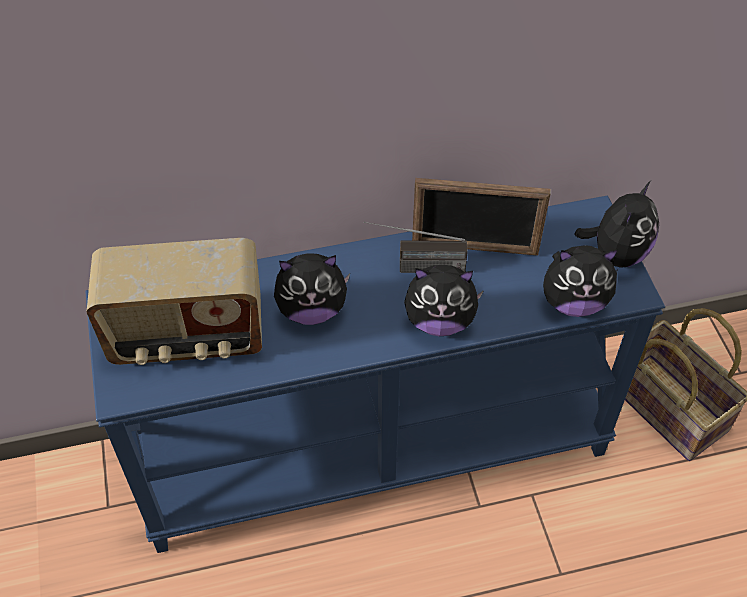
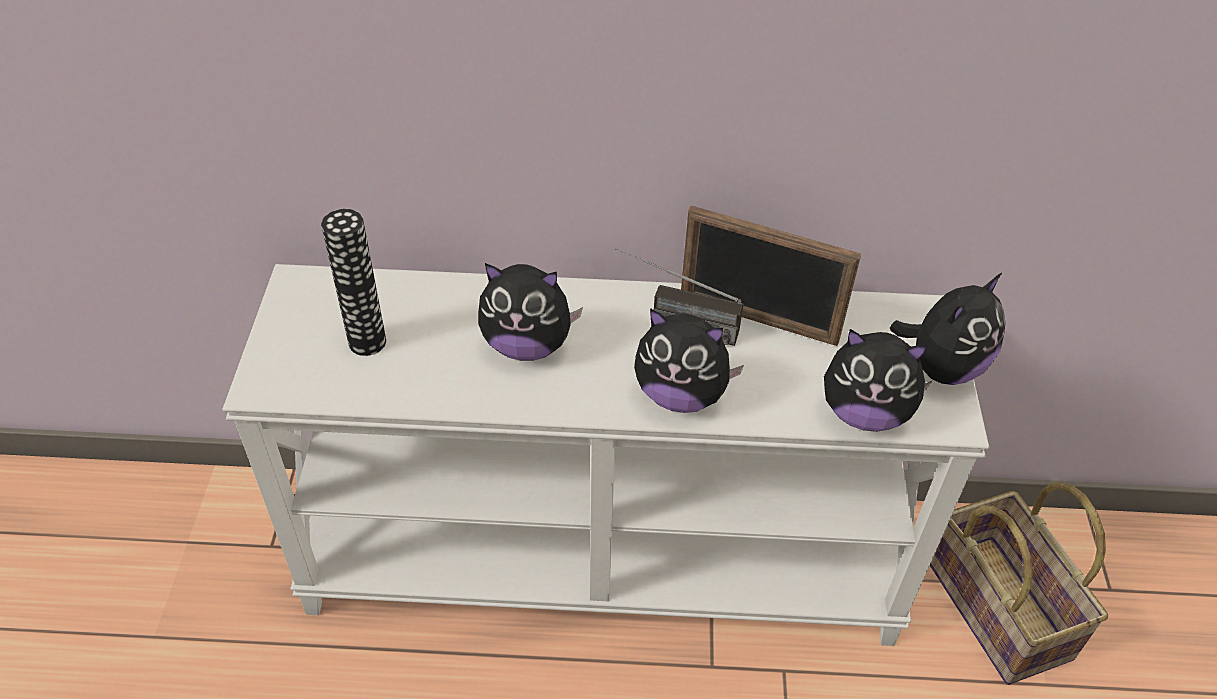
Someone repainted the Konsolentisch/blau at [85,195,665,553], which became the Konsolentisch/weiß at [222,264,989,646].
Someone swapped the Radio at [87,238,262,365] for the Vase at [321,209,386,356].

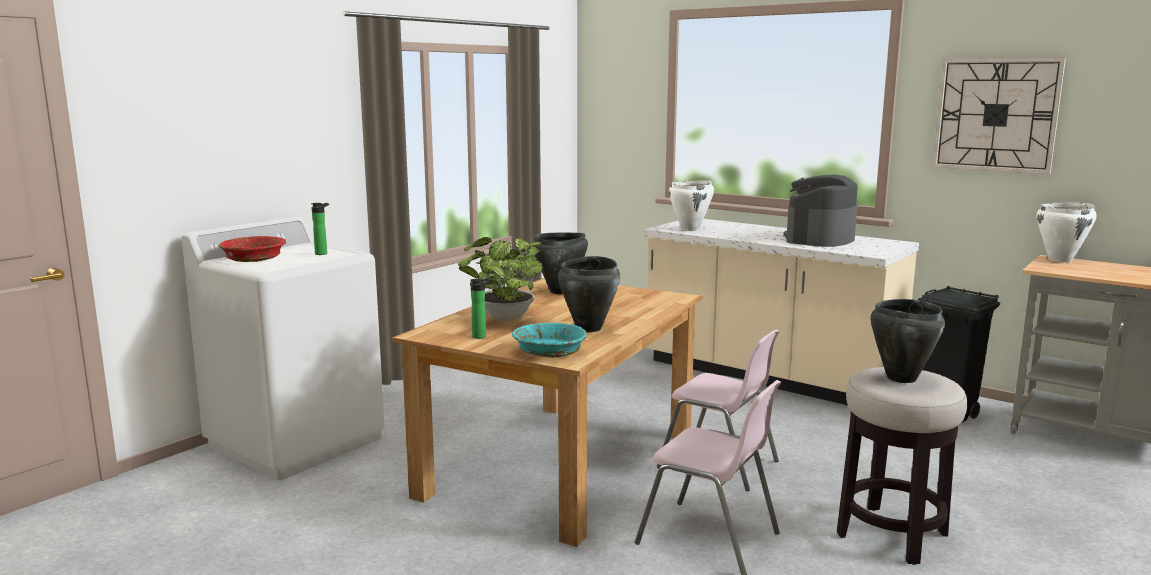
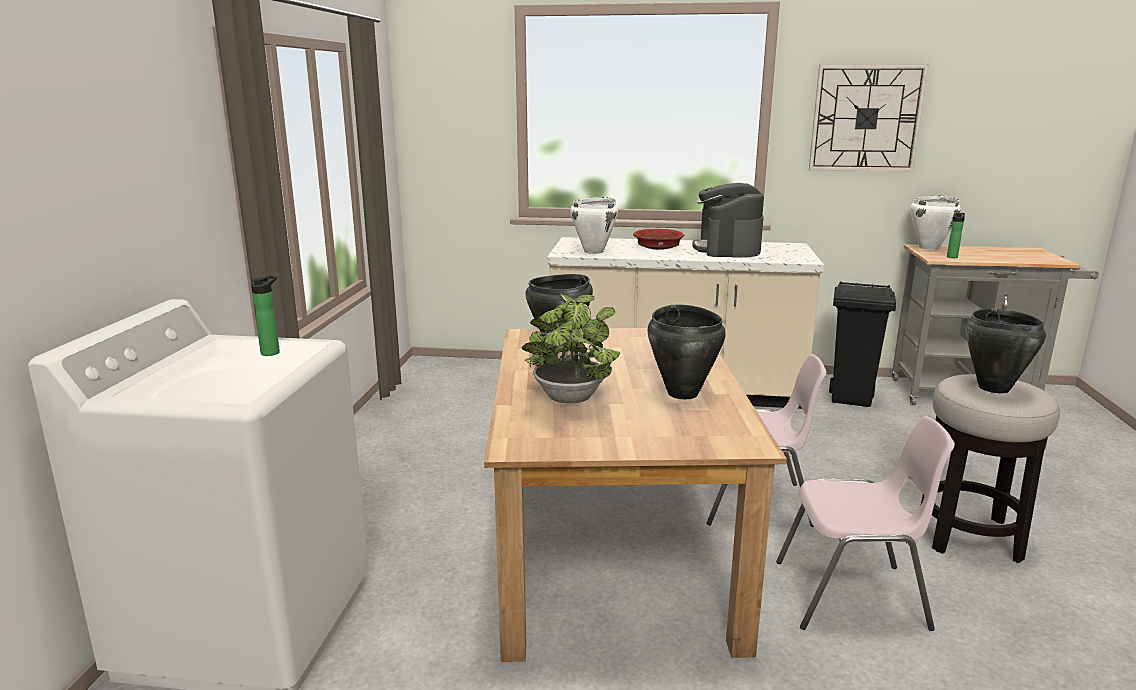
Someone carried the Schüssel/rot from [219,236,286,262] to [633,229,684,250].
Someone carried the Flasche from [470,278,491,339] to [947,213,965,258].
Someone took away the Schüssel/türkis at [512,323,587,358].

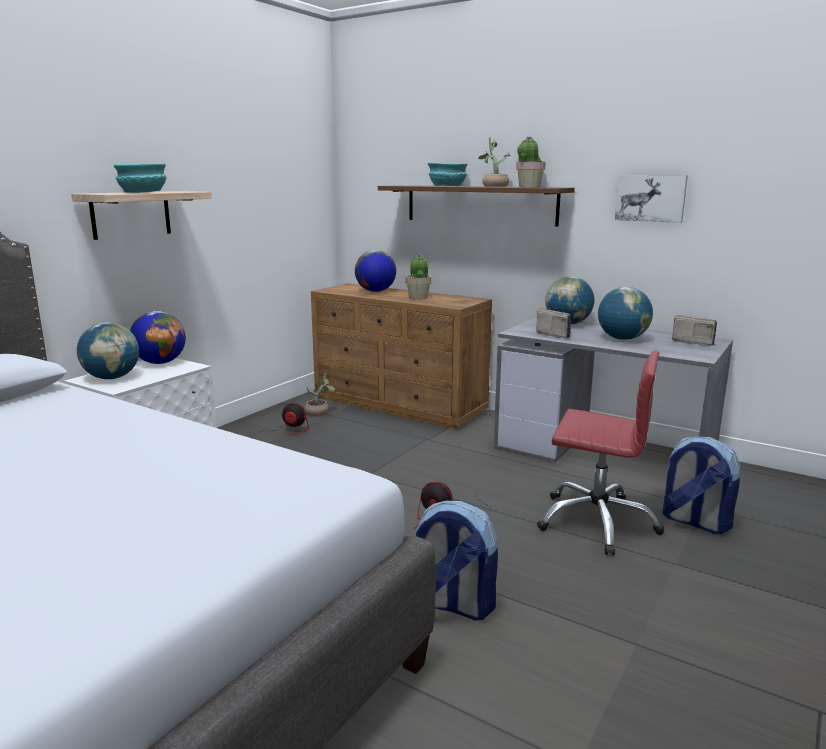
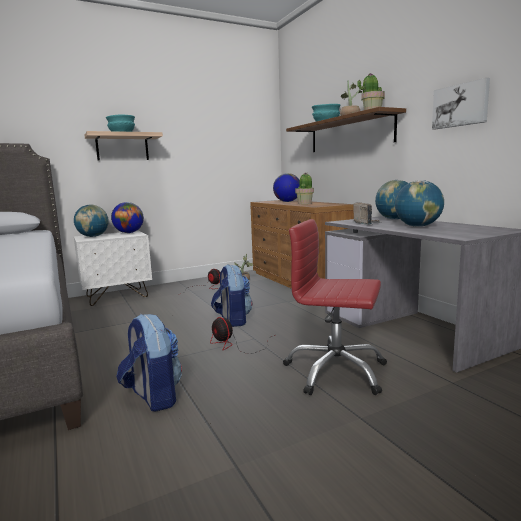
Someone rotated the Bürostuhl/rot at [537,351,664,555] by 150 degrees clockwise.
Someone carried the Rucksack from [662,436,740,534] to [211,264,252,327].
Someone took away the Radio at [672,315,717,346].

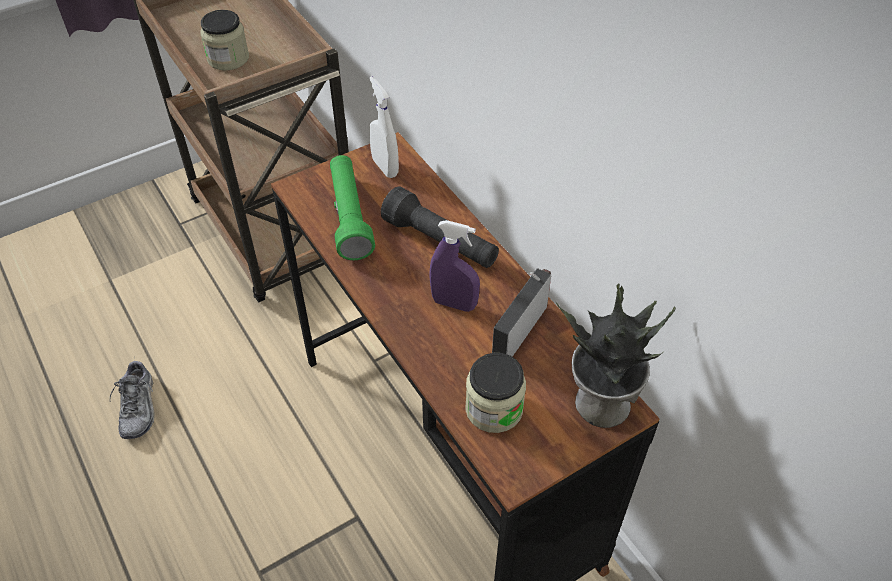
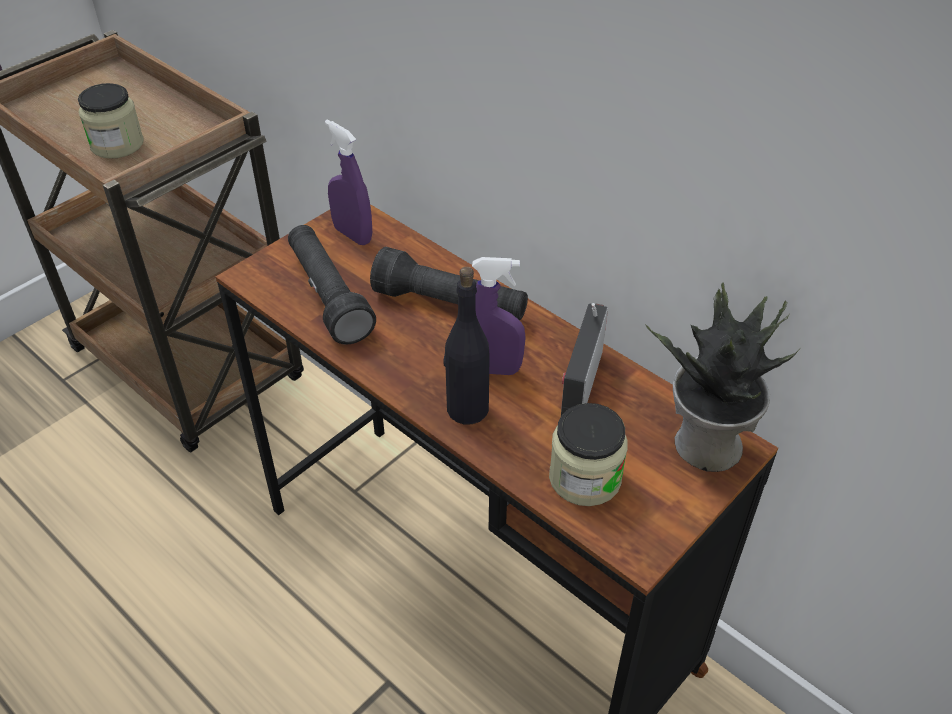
Someone took away the Schuh at [110,358,155,439].
Someone repainted the Taschenlampe/grün at [330,155,375,260], which became the Taschenlampe/schwarz at [288,225,376,345].
Someone repainted the Sprühflasche/weiß at [369,76,399,178], which became the Sprühflasche/lila at [325,119,372,245].
Someone put down the Flasche/schwarz at [443,267,490,425].

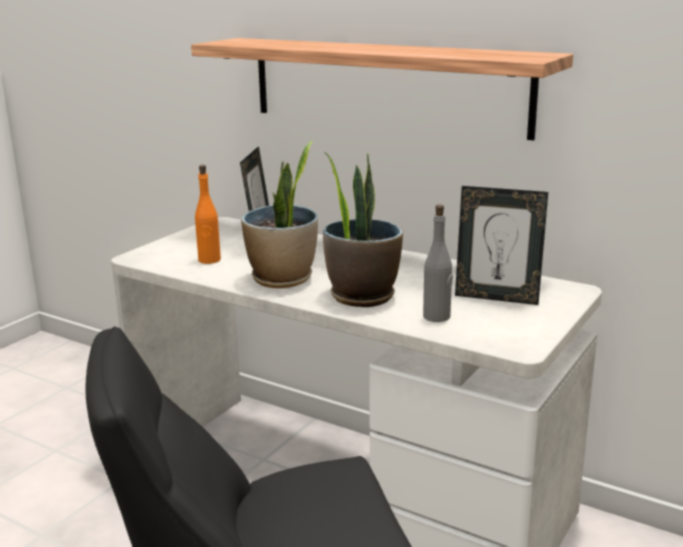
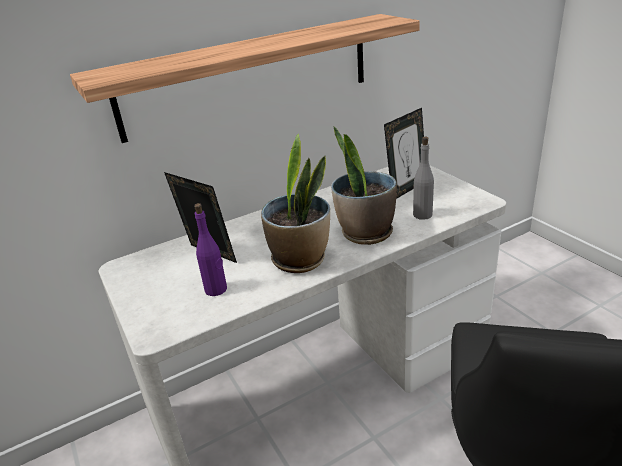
Someone repainted the Flasche/orange at [195,165,221,264], which became the Flasche/lila at [194,203,227,296].

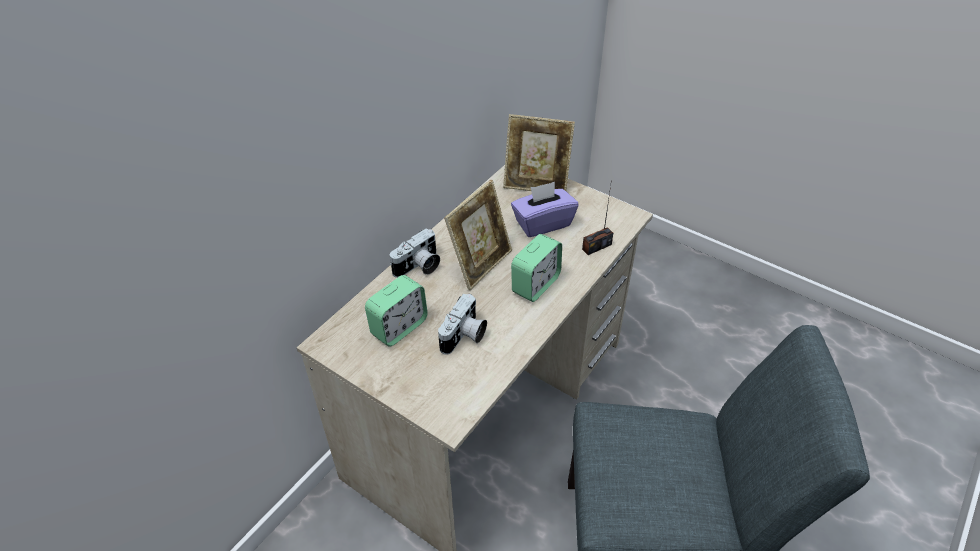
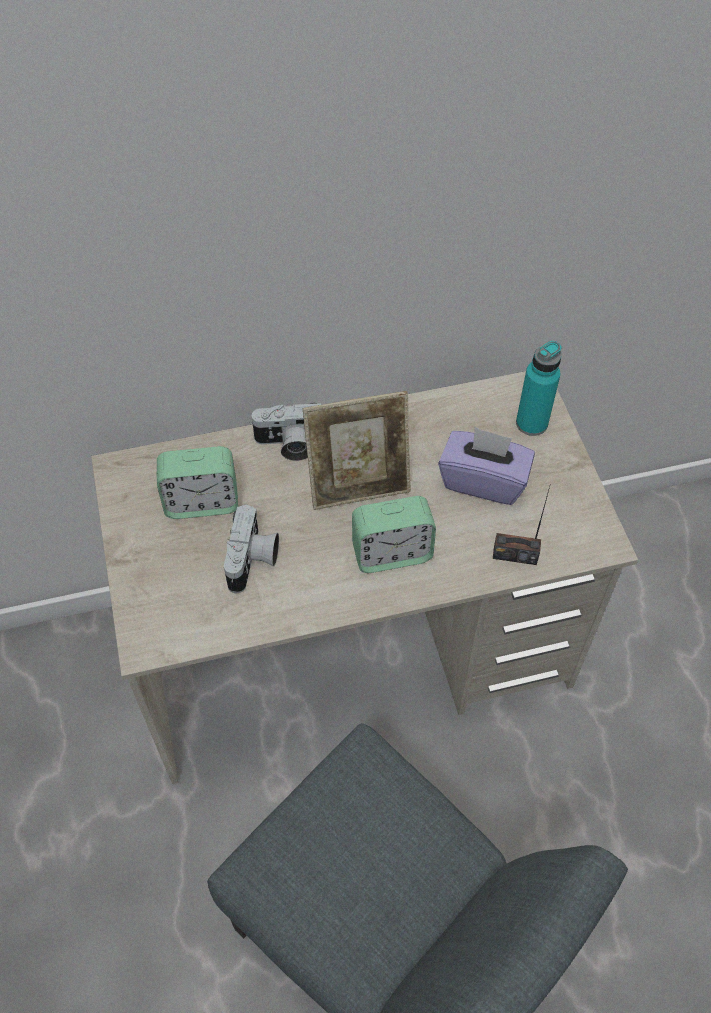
Someone rotated the Kamera at [438,294,487,355] by 60 degrees counterclockwise.
Someone swapped the Bilderrahmen at [503,114,575,191] for the Flasche/türkis at [516,341,561,436].

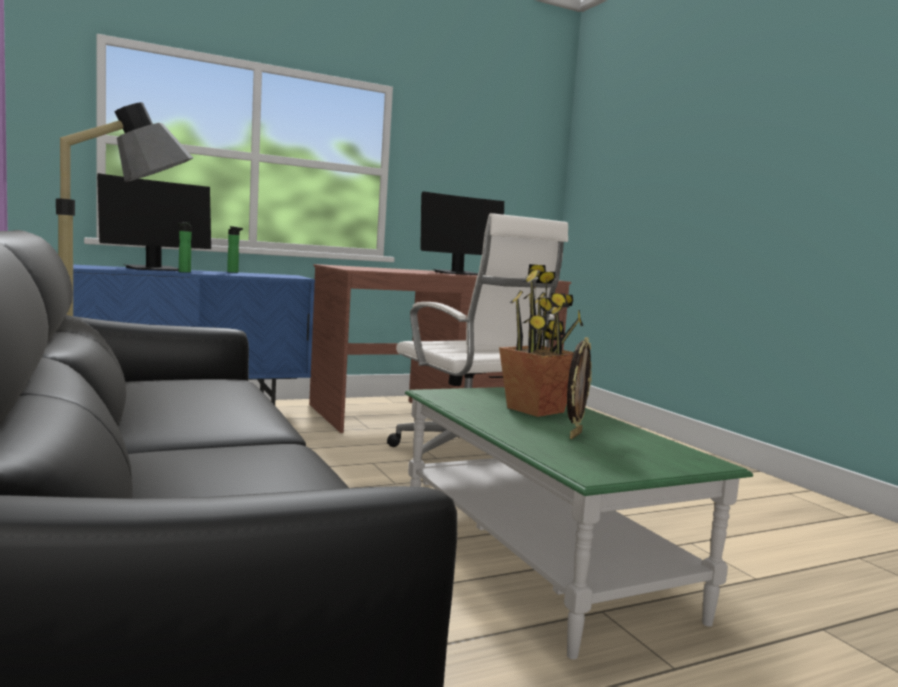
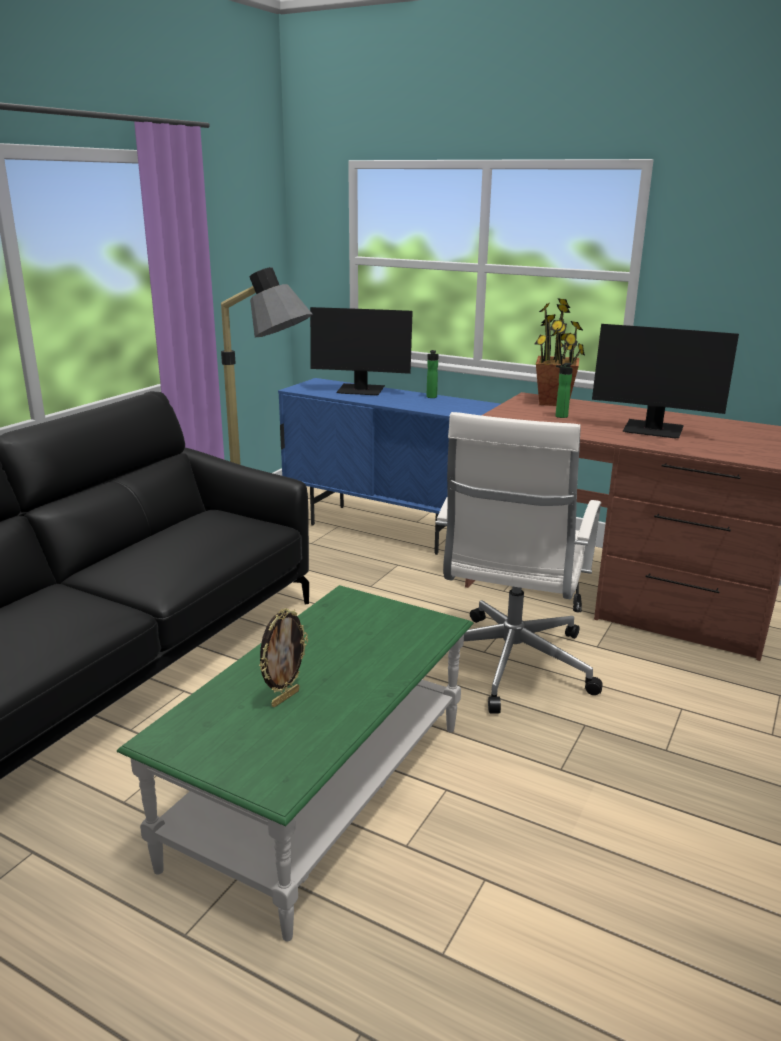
Someone carried the Flasche from [178,222,192,273] to [556,363,573,418].
Someone carried the Topfpflanze from [499,264,583,417] to [535,298,585,406].
Someone rotated the Bilderrahmen at [567,337,592,439] by 45 degrees counterclockwise.

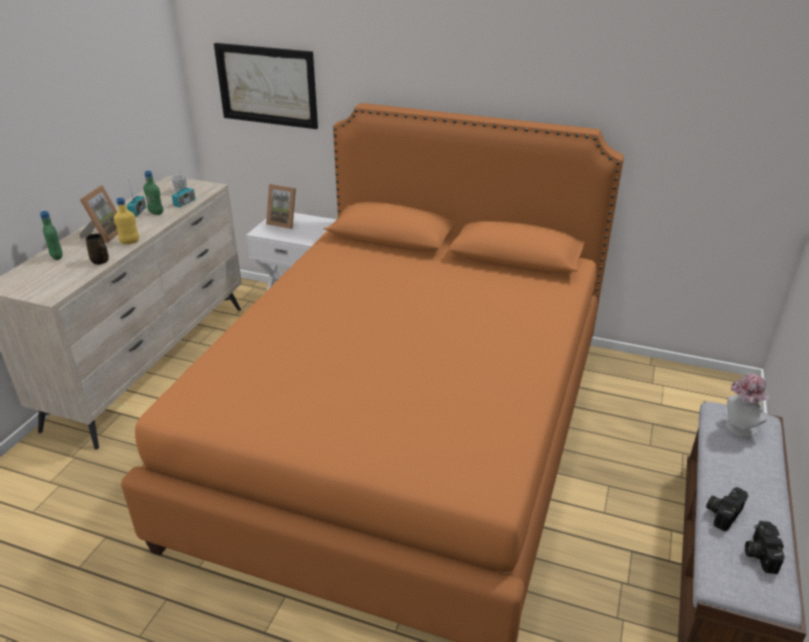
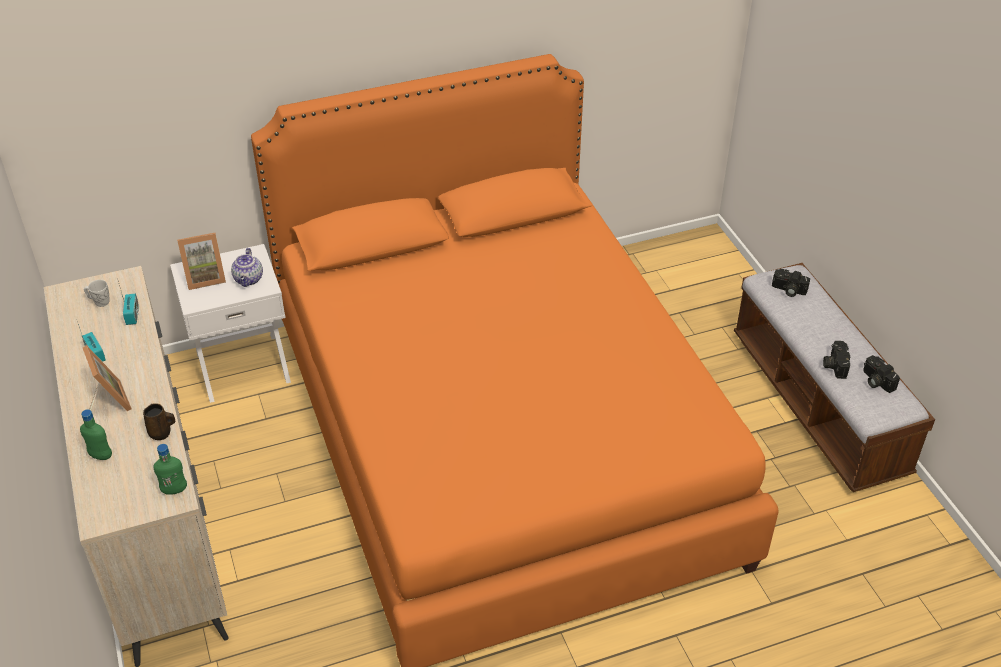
Someone took away the Flasche/gelb at [114,198,139,244].
Someone carried the Flasche/grün from [143,171,163,215] to [153,444,187,495].
Someone took away the Bild at [214,43,318,129].
Someone swapped the Hut at [726,374,769,437] for the Kamera at [772,269,810,297].
Someone put down the Teekanne at [231,248,263,287].

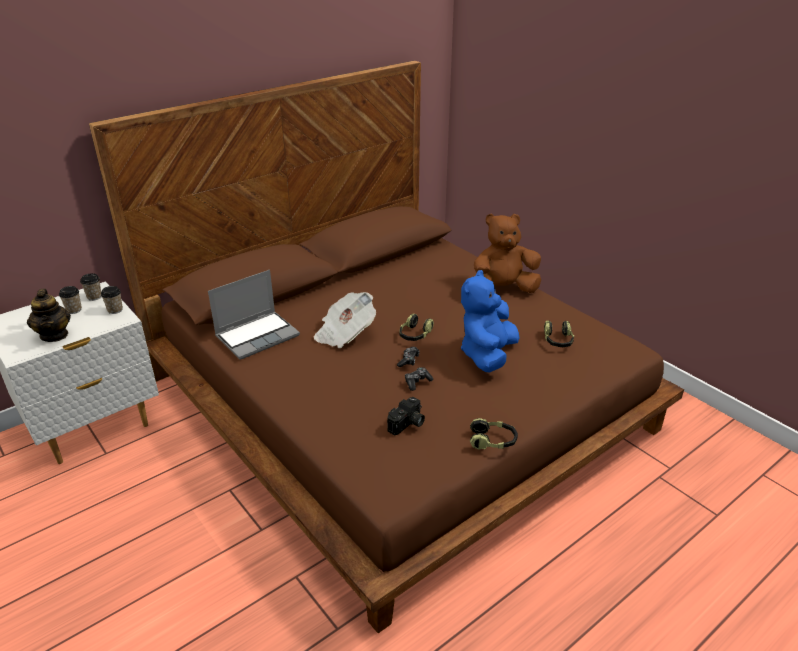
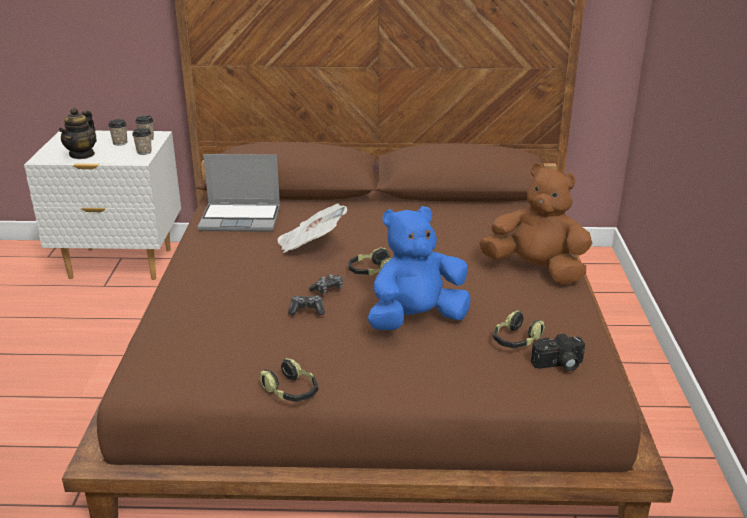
Someone carried the Kamera from [387,397,425,435] to [531,334,585,371].

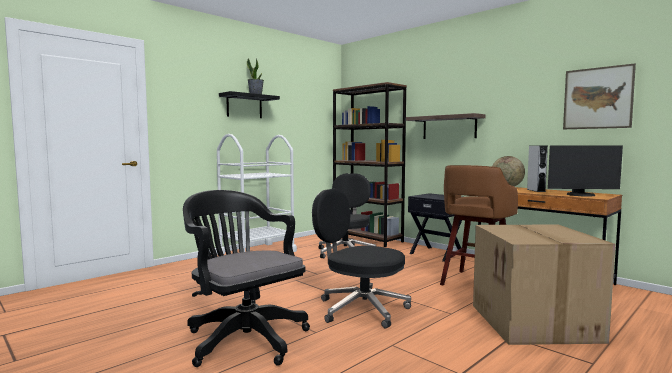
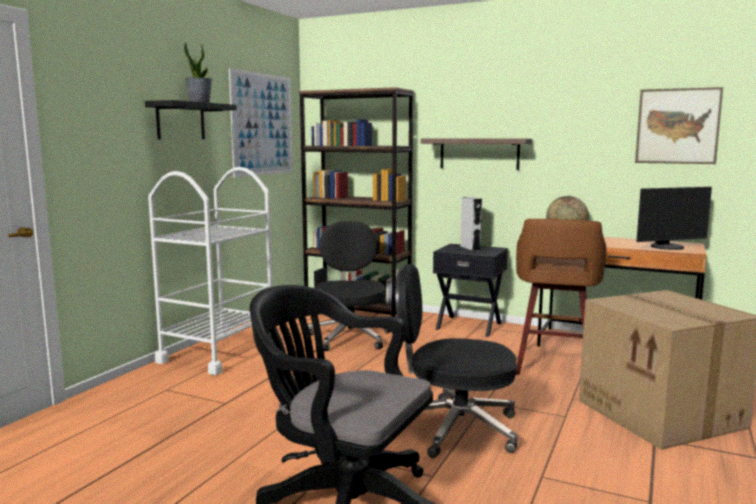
Someone carried the Lautsprecher/grau from [527,145,548,192] to [461,197,482,251].
Someone put up the Bild at [229,68,293,177].

